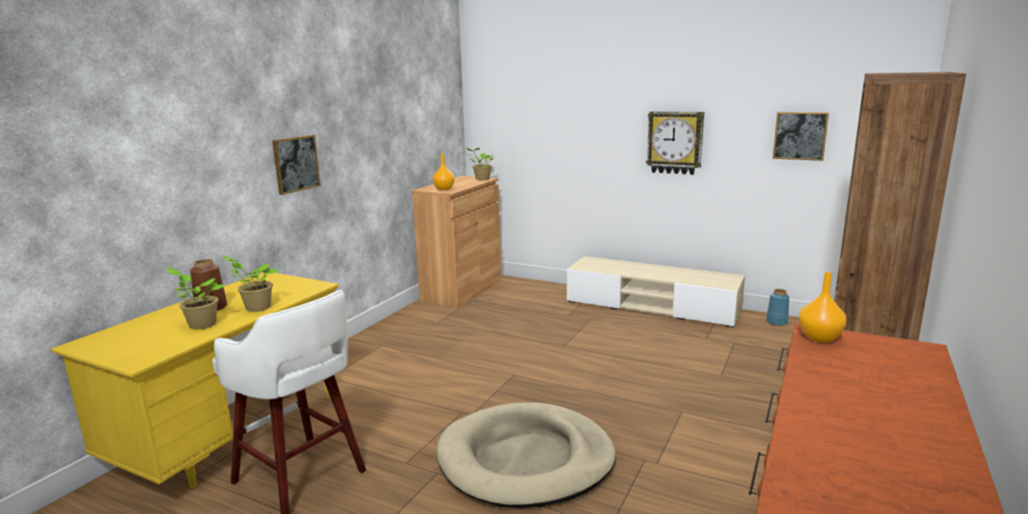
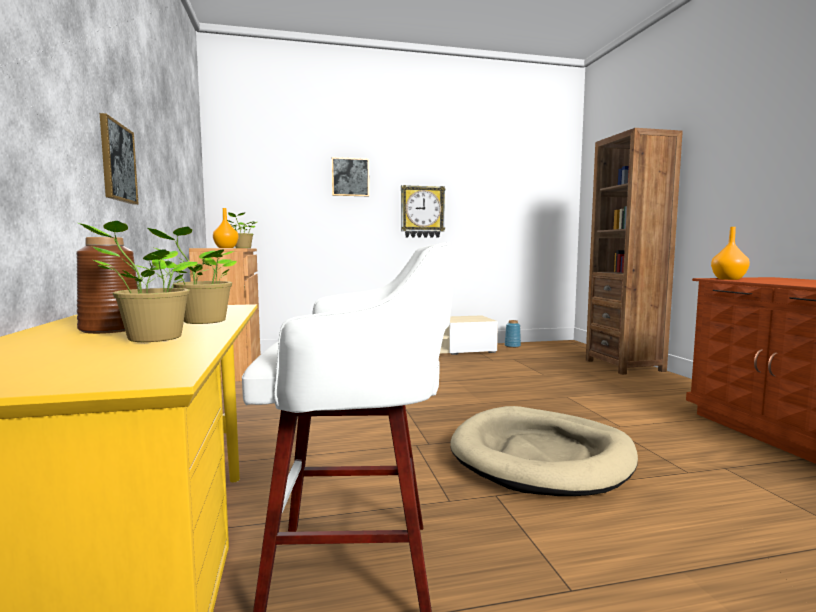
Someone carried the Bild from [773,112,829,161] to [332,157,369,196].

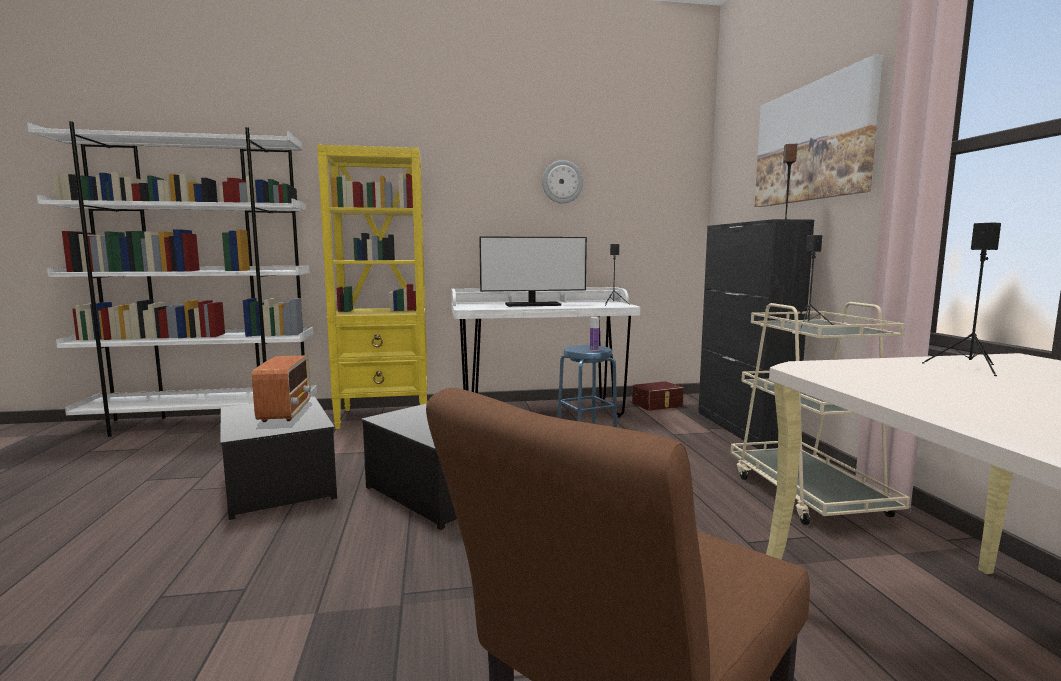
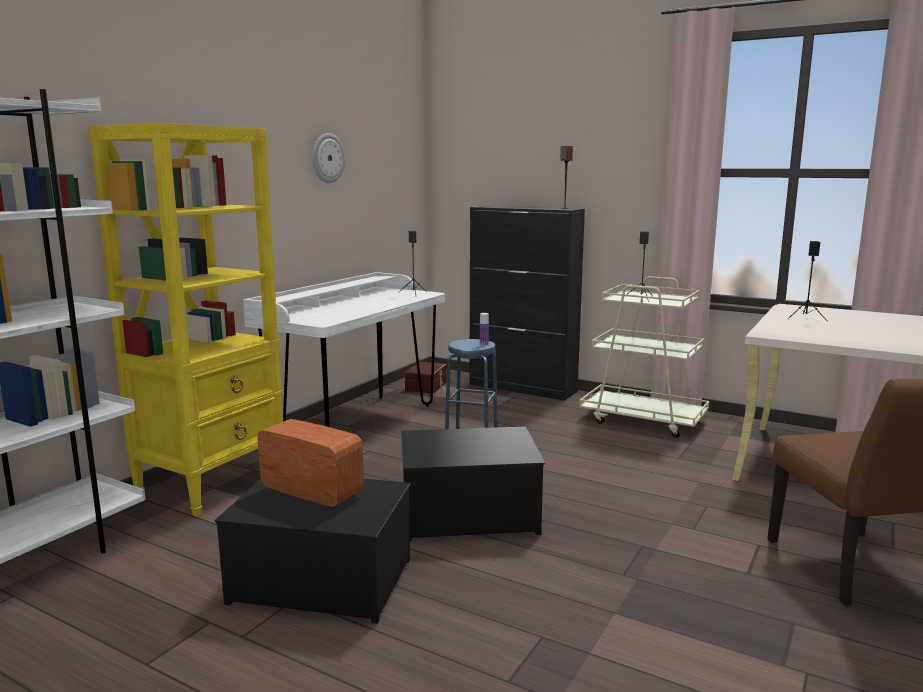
Someone took away the Monitor at [479,236,587,307].
Someone took away the Bild at [754,55,883,207].

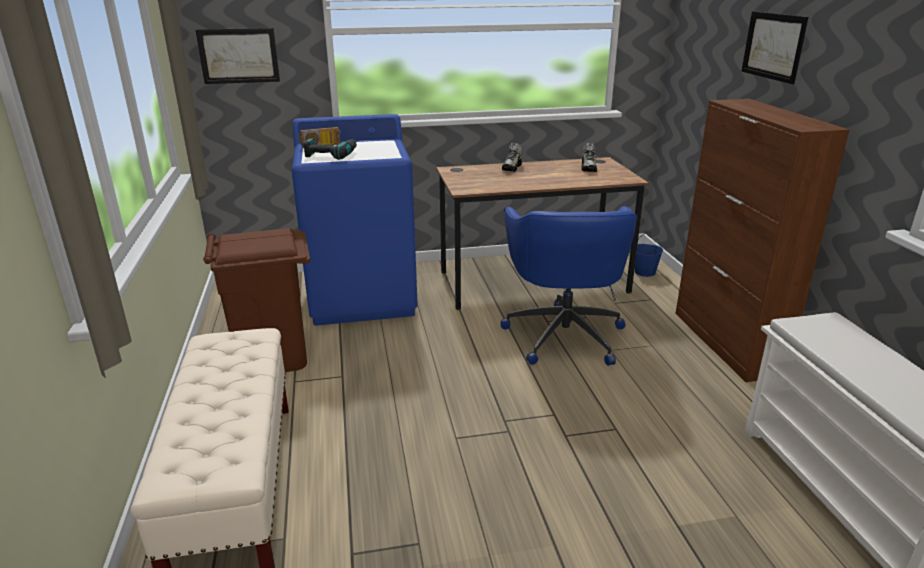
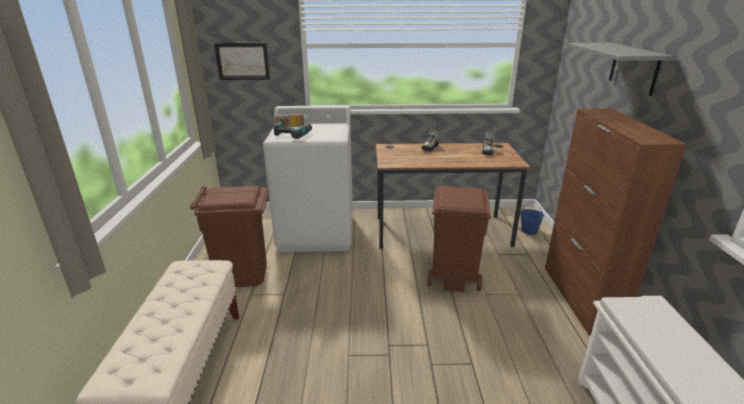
Someone repainted the Waschmaschine/blau at [292,114,418,325], which became the Waschmaschine/weiß at [263,106,353,252].
Someone swapped the Bürostuhl/blau at [501,206,637,366] for the Mülleimer/braun at [427,186,491,292].
Someone swapped the Bild at [741,11,808,84] for the Wandregal/grau at [568,43,673,96].

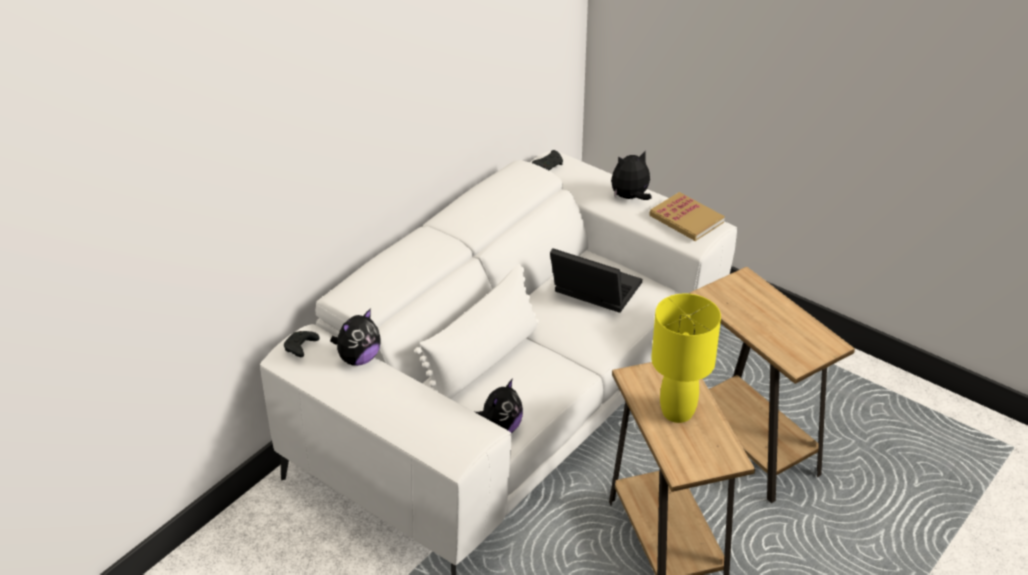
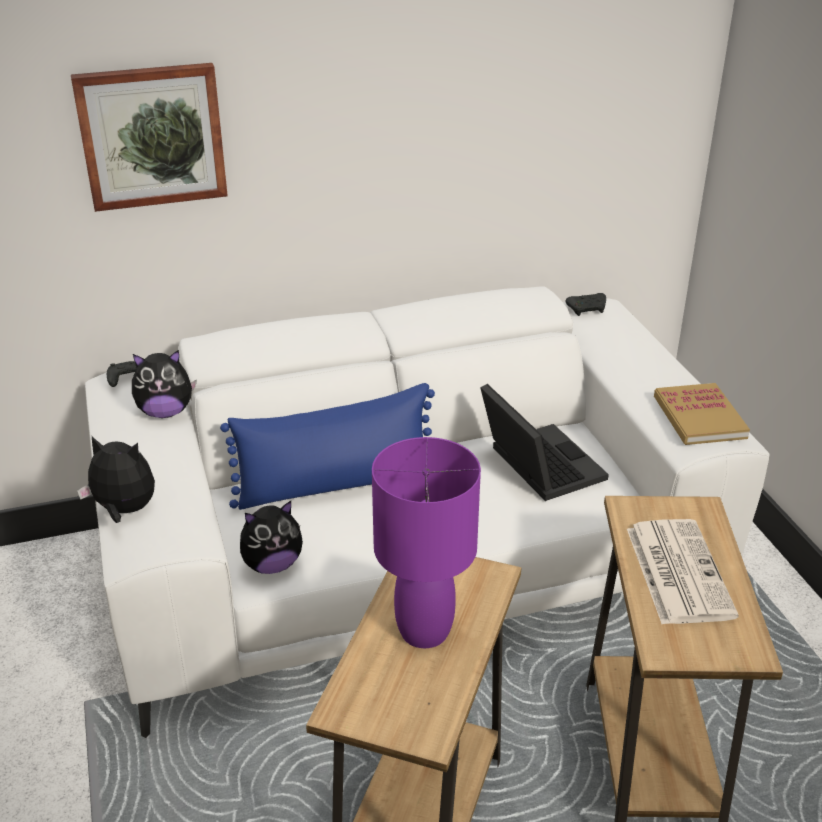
Someone repainted the Kissen/weiß at [414,264,539,399], which became the Kissen/blau at [220,383,435,510].
Someone carried the Plüschtier from [611,150,652,200] to [77,436,155,523].
Someone repainted the Tischlampe/gelb at [651,293,721,423], which became the Tischlampe/lila at [372,437,481,648].
Someone put up the Bild at [71,63,228,212].
Someone put down the Zeitung at [627,519,739,624].

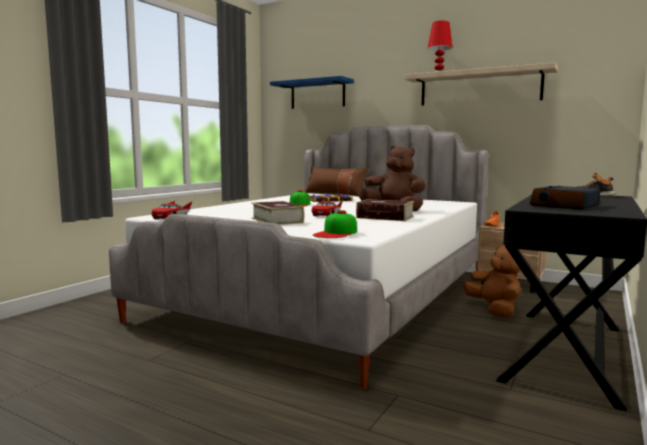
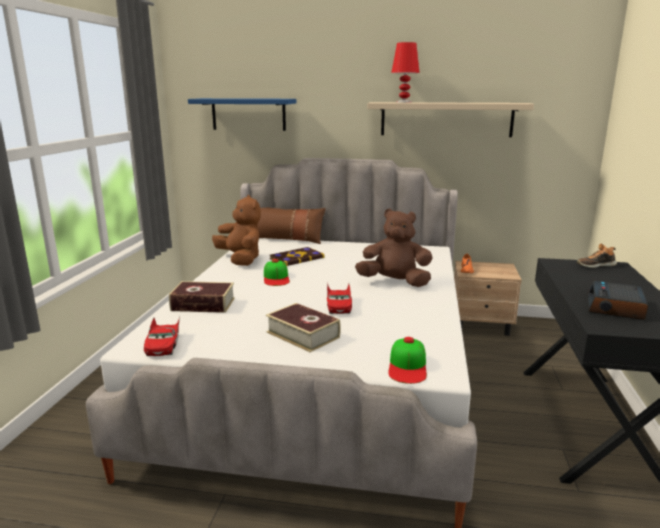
Someone carried the Buch from [356,199,414,221] to [169,281,235,313].
Someone carried the Plüschtier/braun from [463,245,521,318] to [212,195,261,266].

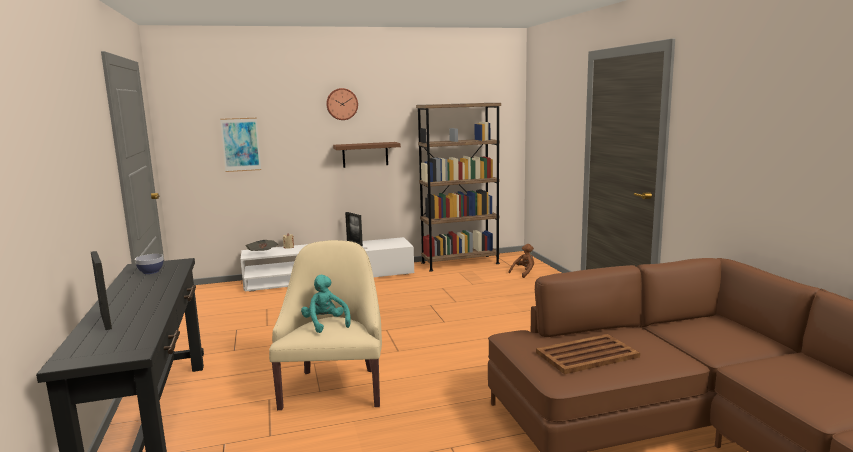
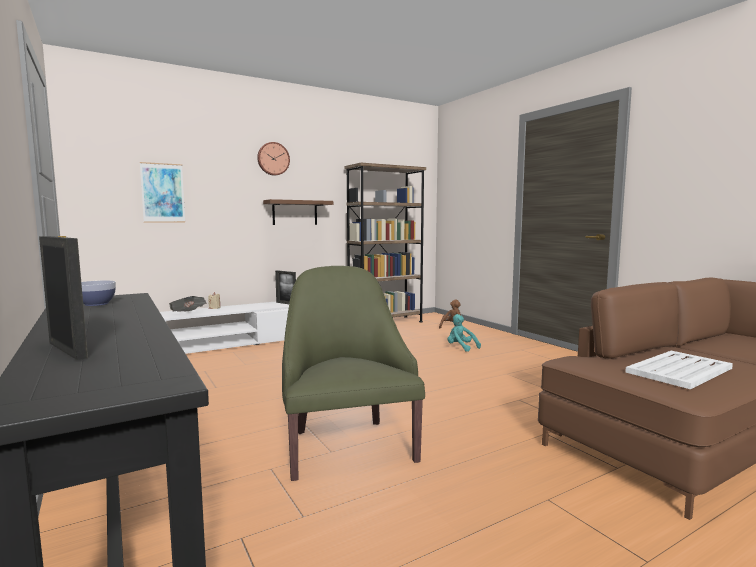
Someone repainted the Sessel/beige at [269,240,382,410], which became the Sessel/grün at [282,266,425,481].
Someone carried the Plüschtier/türkis from [301,275,351,333] to [447,314,481,352].
Someone repainted the Tablett/braun at [536,334,640,374], which became the Tablett/weiß at [626,351,733,389].

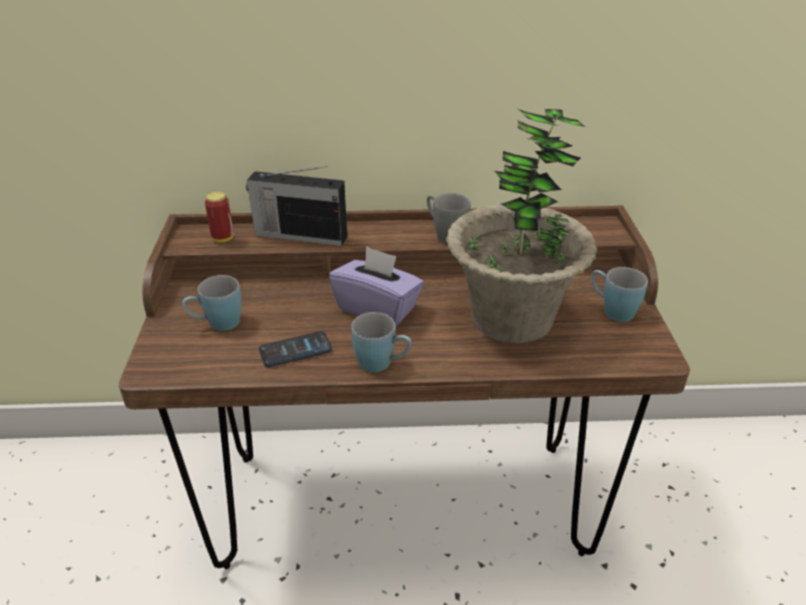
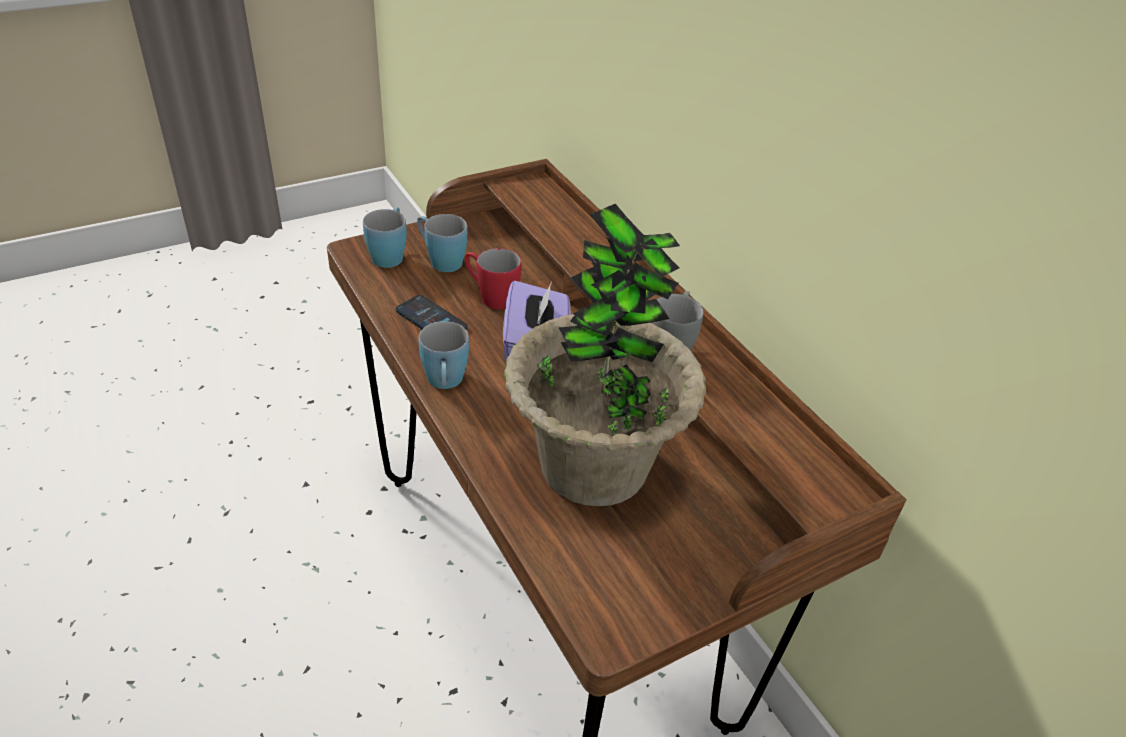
Someone took away the Dose at [205,192,234,242].
Someone took away the Radio at [246,166,347,246].
Someone carried the Henkelbecher/blau from [591,267,648,322] to [363,207,407,268].
Someone put down the Henkelbecher/rot at [465,248,521,309].

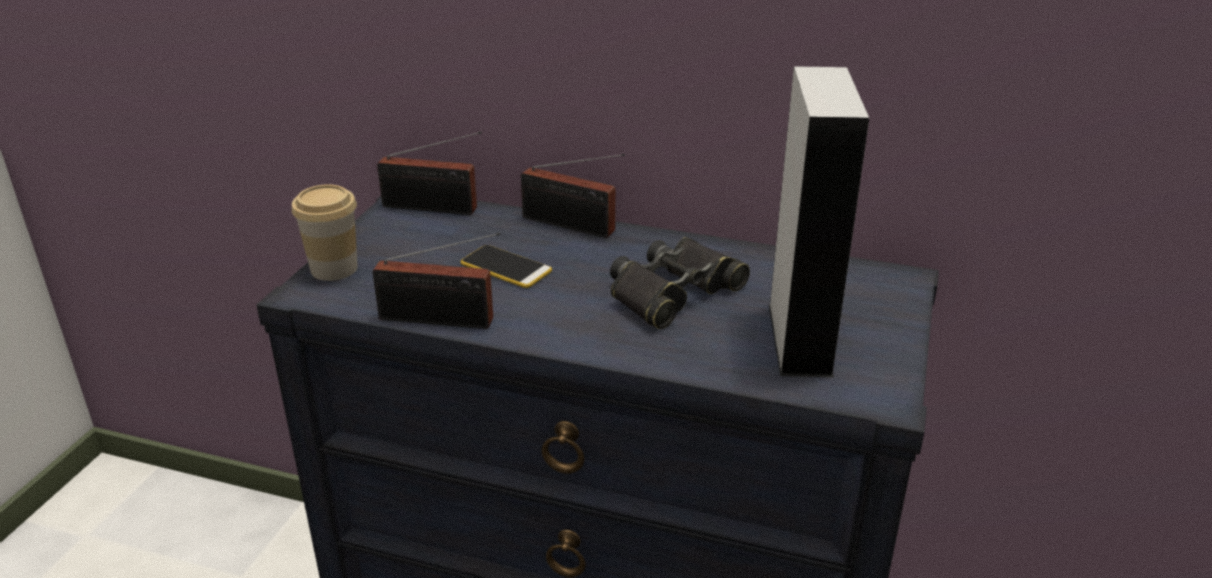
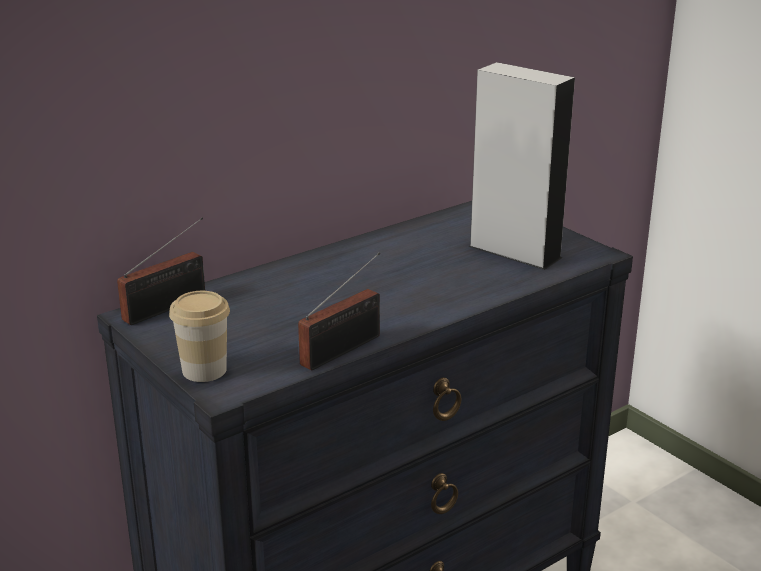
Someone took away the Handy at [461,245,552,288].
Someone took away the Radio at [521,154,625,238].
Someone took away the Fernglas/schwarz at [610,237,750,329].

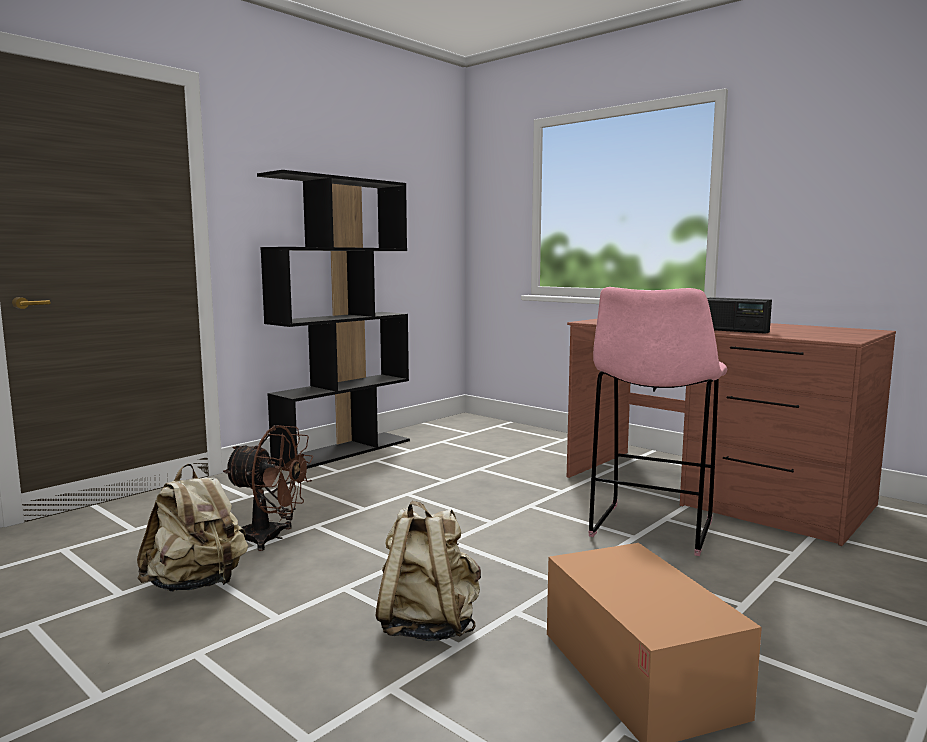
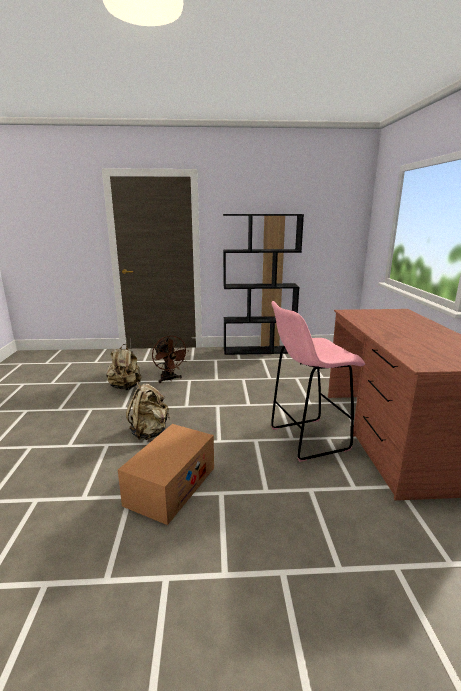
Someone took away the Radio at [707,297,772,334].

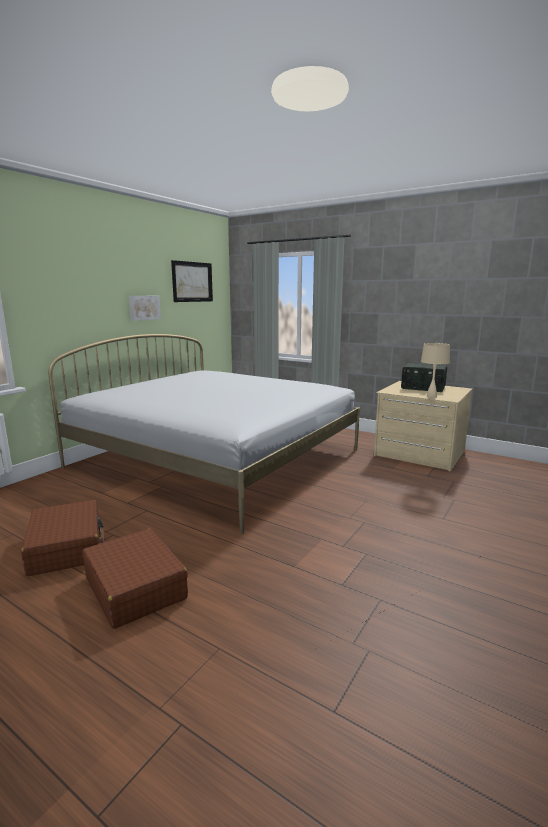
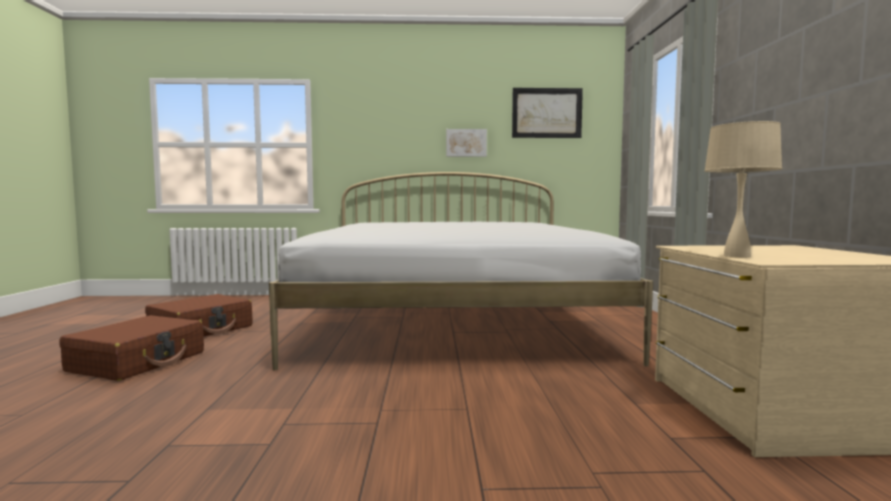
Someone took away the Radio at [401,363,447,392].

